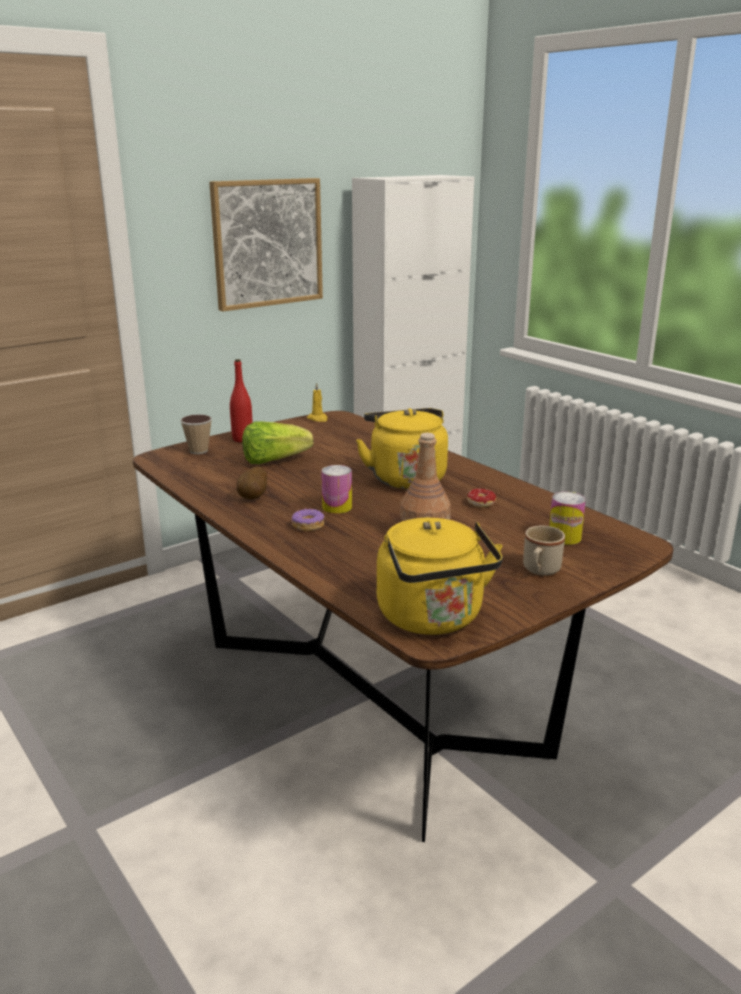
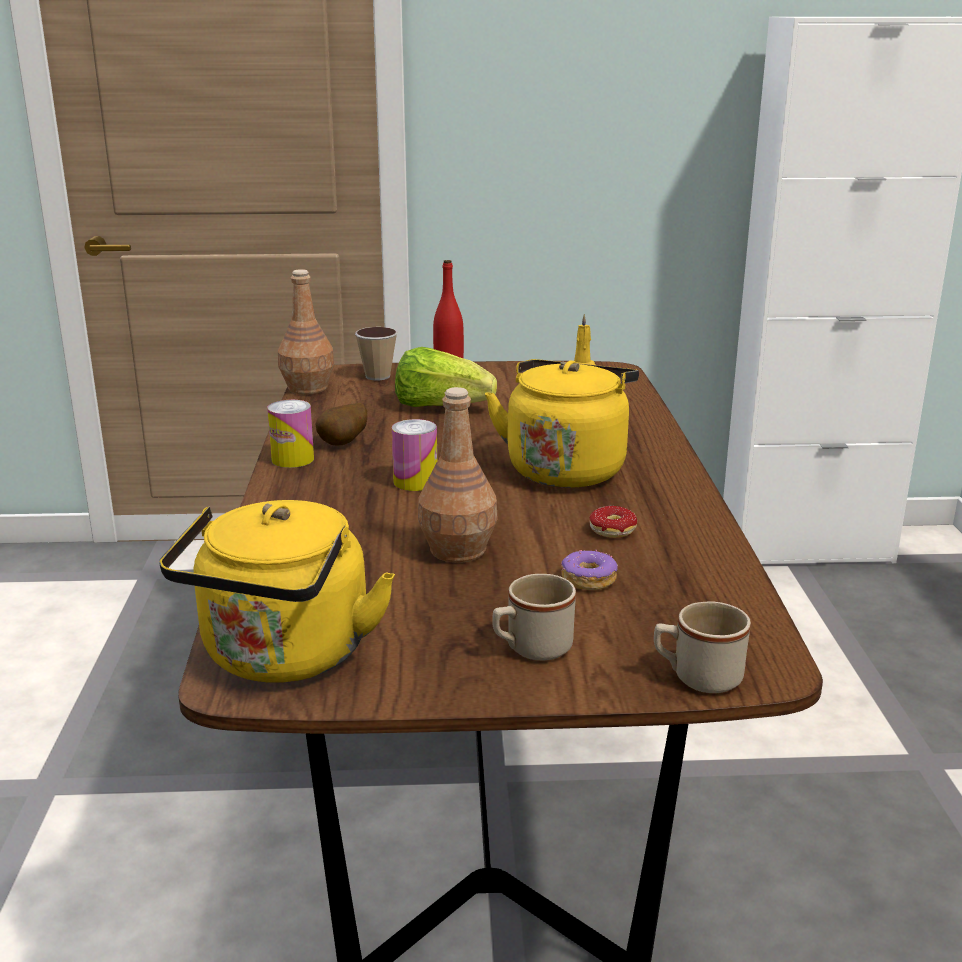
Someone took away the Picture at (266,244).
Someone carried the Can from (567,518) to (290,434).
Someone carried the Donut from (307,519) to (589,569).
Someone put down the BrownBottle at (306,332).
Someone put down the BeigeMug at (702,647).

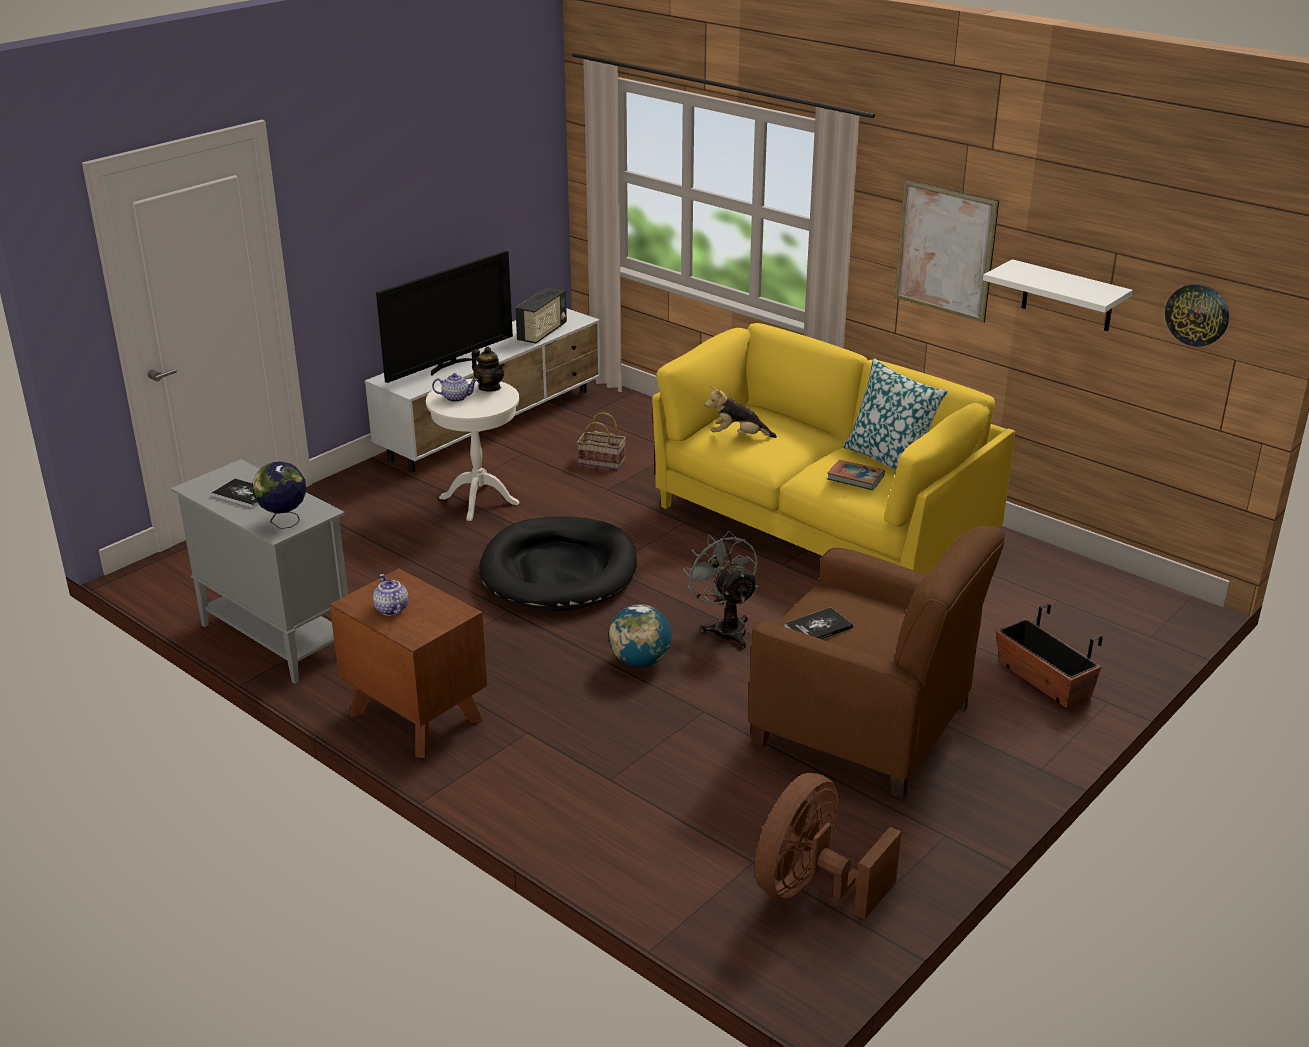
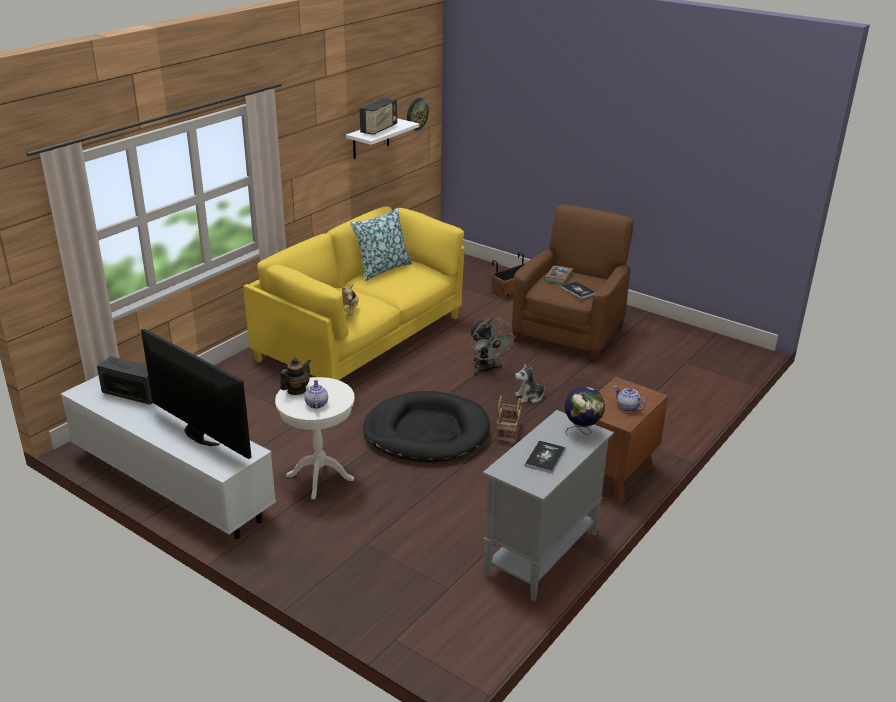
Someone took away the Picture at (947,251).
Someone carried the Basket from (601,441) to (509,419).
Someone carried the Book from (856,475) to (558,274).
Someone rotated the GreyFan at (720,590) by 90 degrees counterclockwise.
Someone rotated the Teapot at (390,595) by 75 degrees clockwise.
Someone swapped the Globe at (640,635) for the PlushToy at (532,383).
Someone took away the BrownFan at (828,846).
Someone put down the Radio at (378,116).

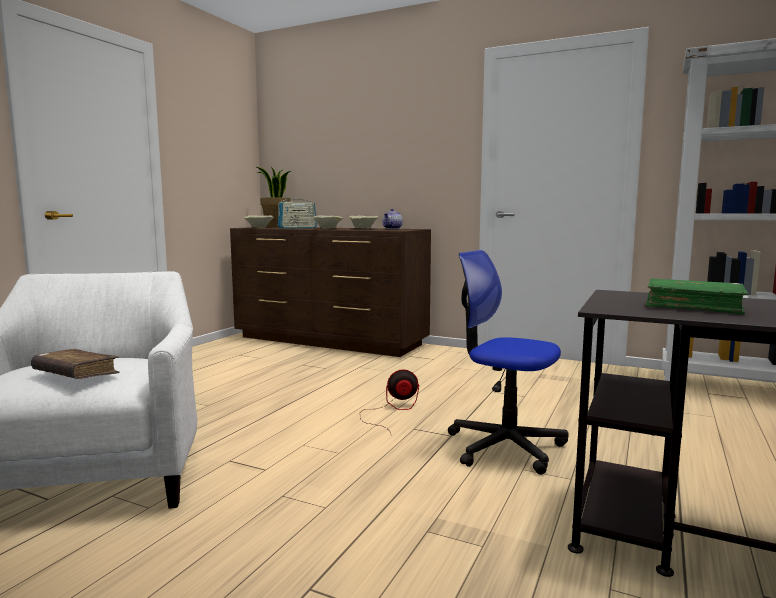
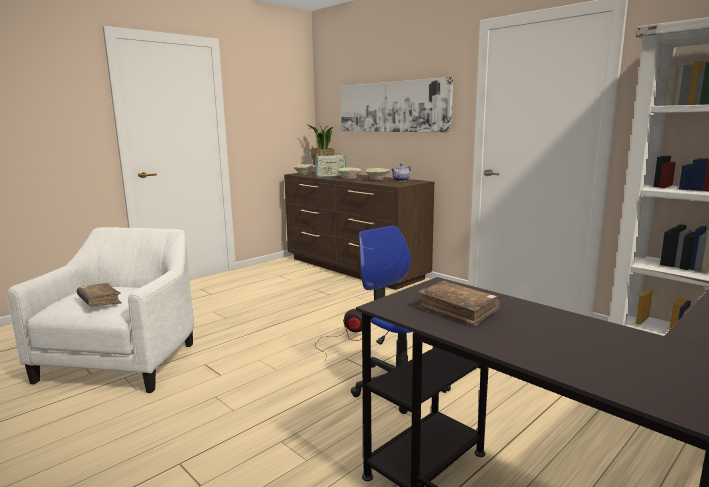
Someone repainted the GreenBook at (697,297), which became the BrownBook at (459,304).
Someone put up the Picture at (397,104).

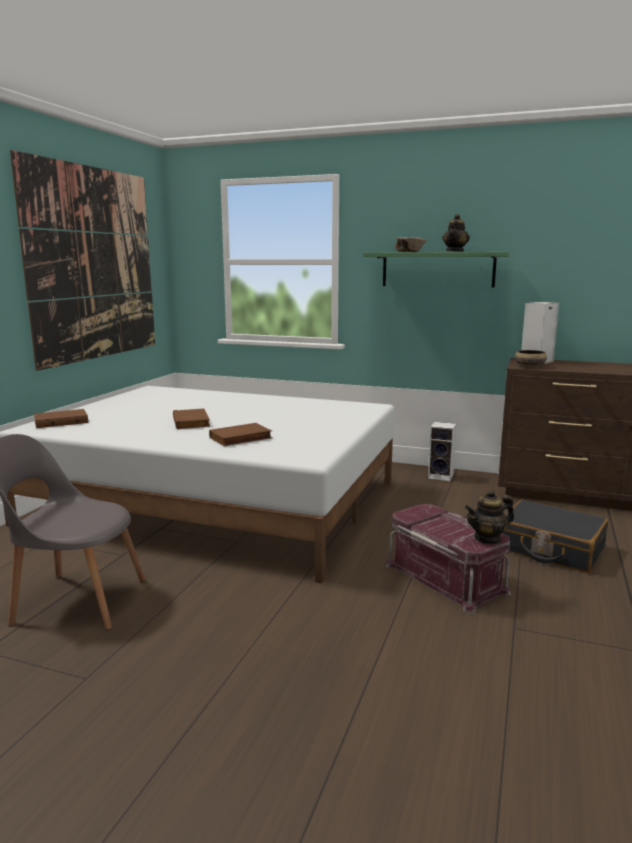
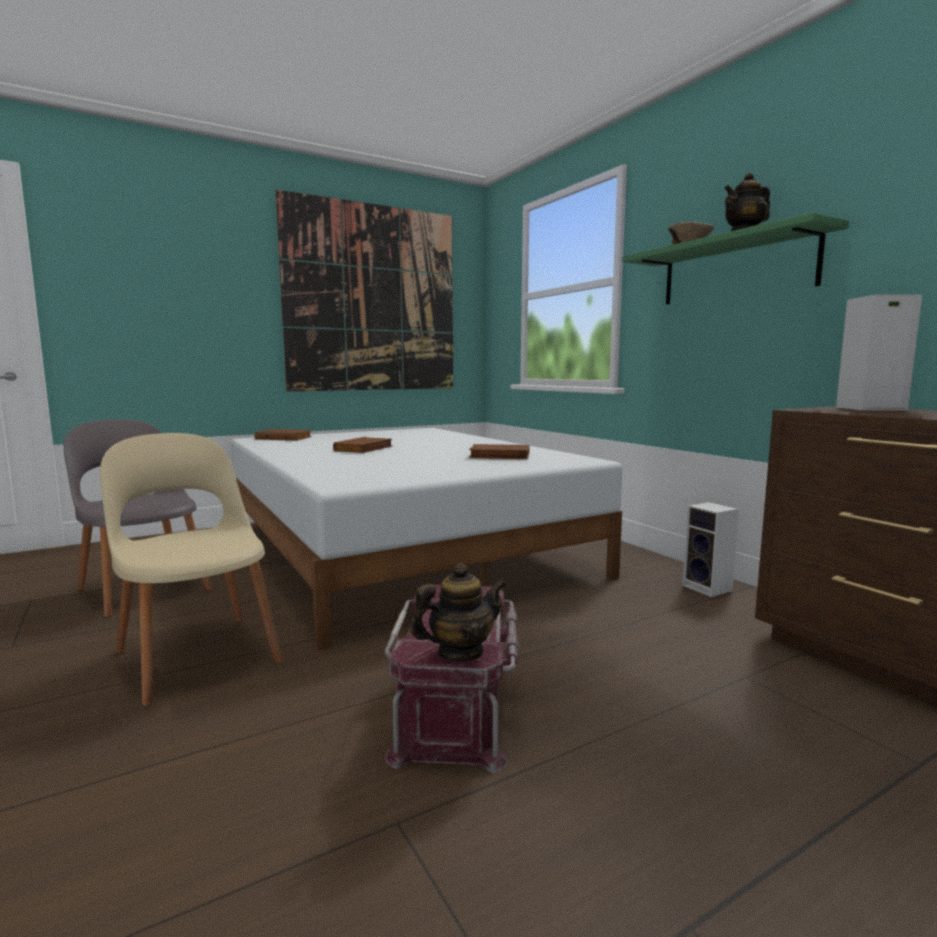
Someone took away the Bowl at (531,358).
Someone carried the BrownBook from (240,434) to (499,451).
Someone rotated the Teapot at (489,517) by 135 degrees clockwise.
Someone took away the BlackSuitcase at (555,536).
Someone put down the BeigeChair at (191,569).

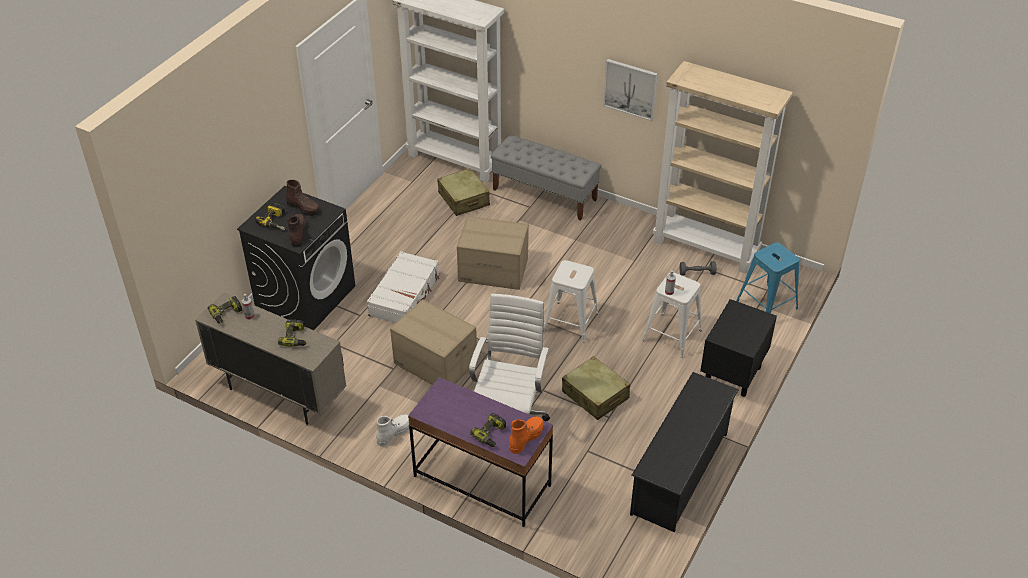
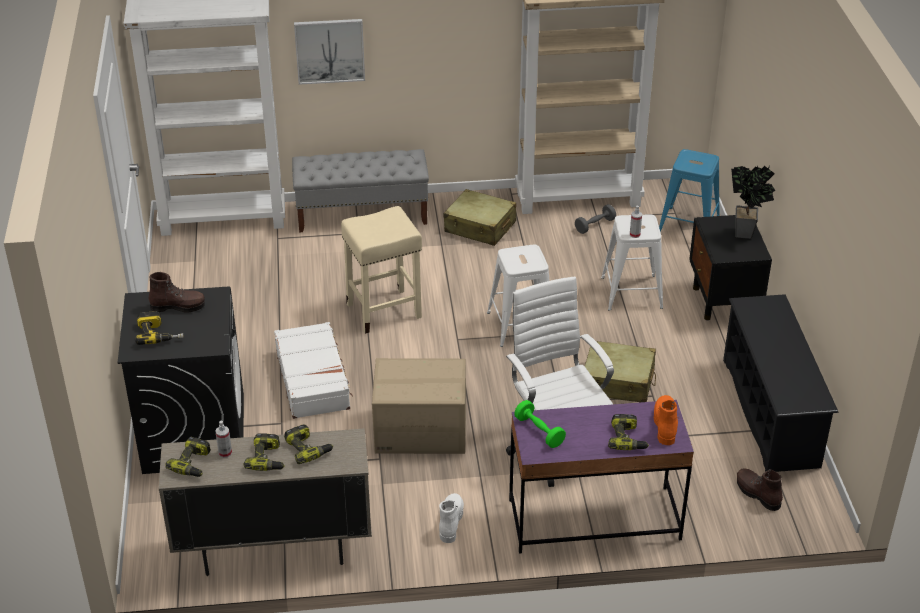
Someone carried the Picture from (630,90) to (329,52).
Someone carried the BeigeSuitcase from (463,192) to (480,217).
Someone carried the BrownBoot from (296,231) to (760,489).
Someone swapped the CardboardBox at (493,253) for the BeigeStool at (381,270).
Someone put down the PottedPlant at (753,202).
Someone put down the GreenDumbbell at (540,424).
Someone put down the PowerDrill at (264,452).

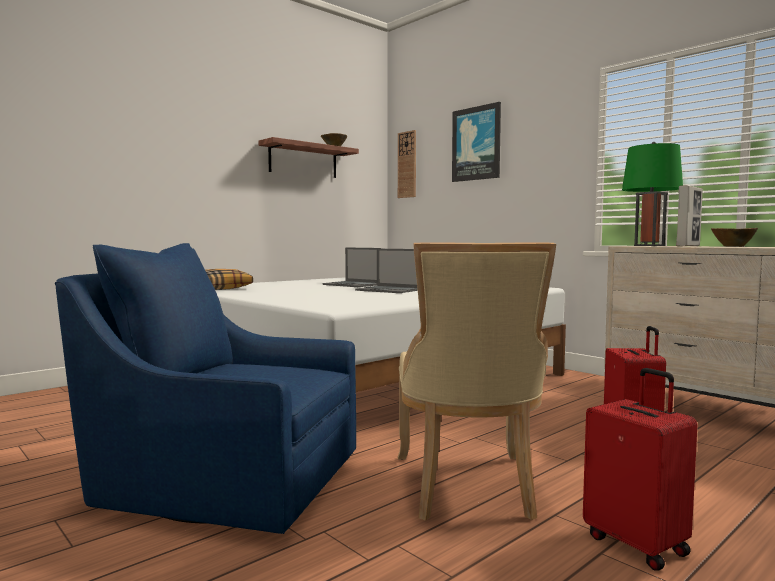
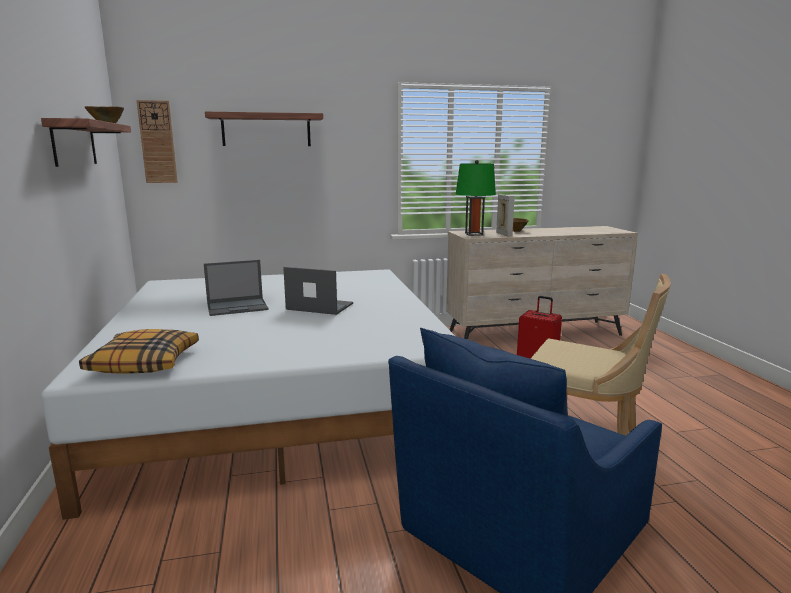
Someone swapped the Picture at (476,142) for the Shelf at (264,129).
Someone rotated the Laptop at (386,271) by 135 degrees counterclockwise.
Someone took away the RedSuitcase at (640,469).

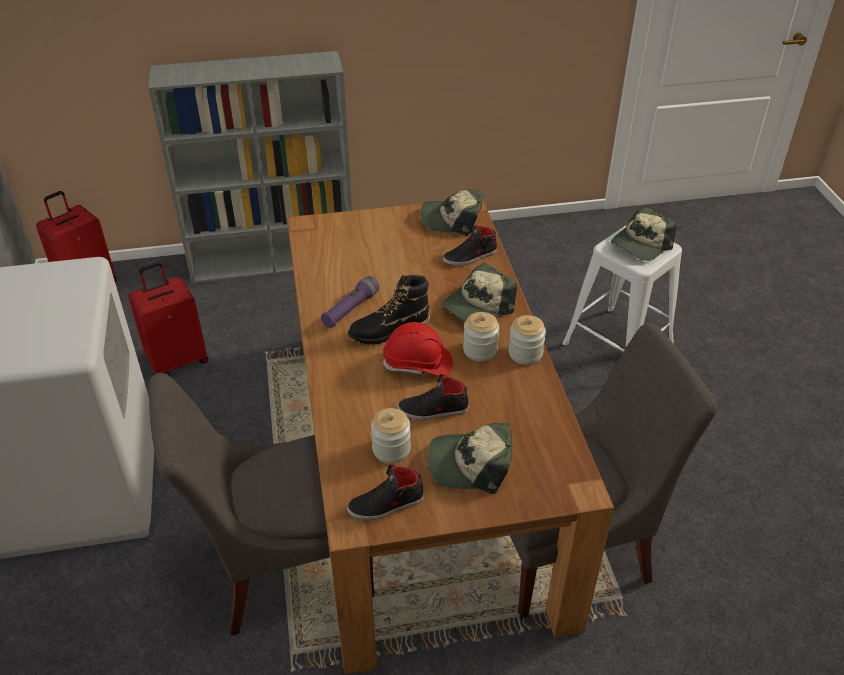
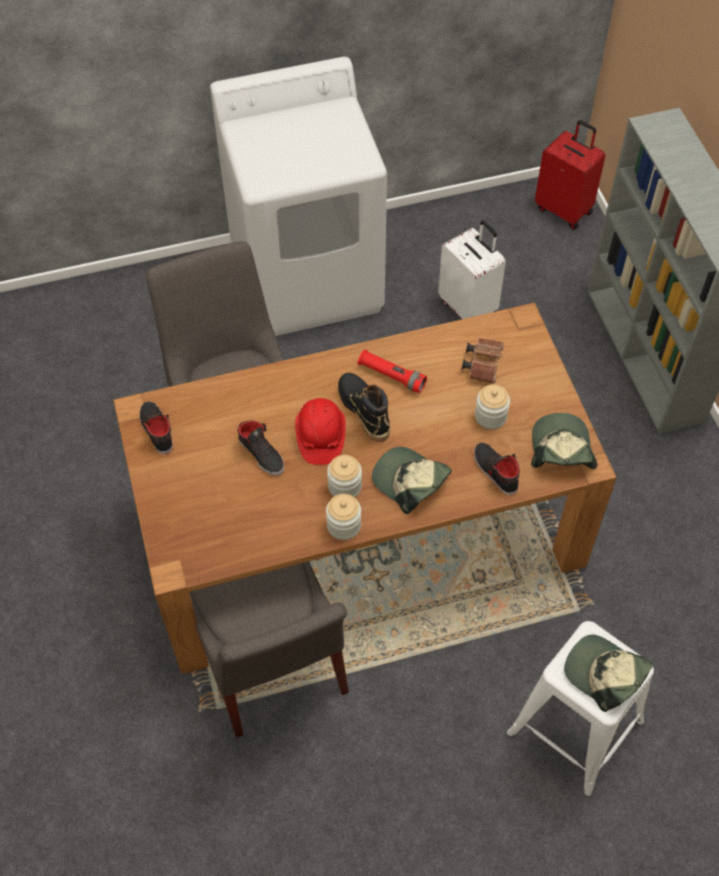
Someone repainted the RedSuitcase at (168,318), which became the WhiteSuitcase at (472,269).
Someone repainted the PurpleFlashlight at (350,302), which became the RedFlashlight at (392,371).
Someone rotated the BlackShoe at (433,397) by 150 degrees clockwise.
Someone carried the Jar from (391,435) to (492,406).
Someone took away the Cap at (470,458).
Someone put down the BrownBinoculars at (483,360).

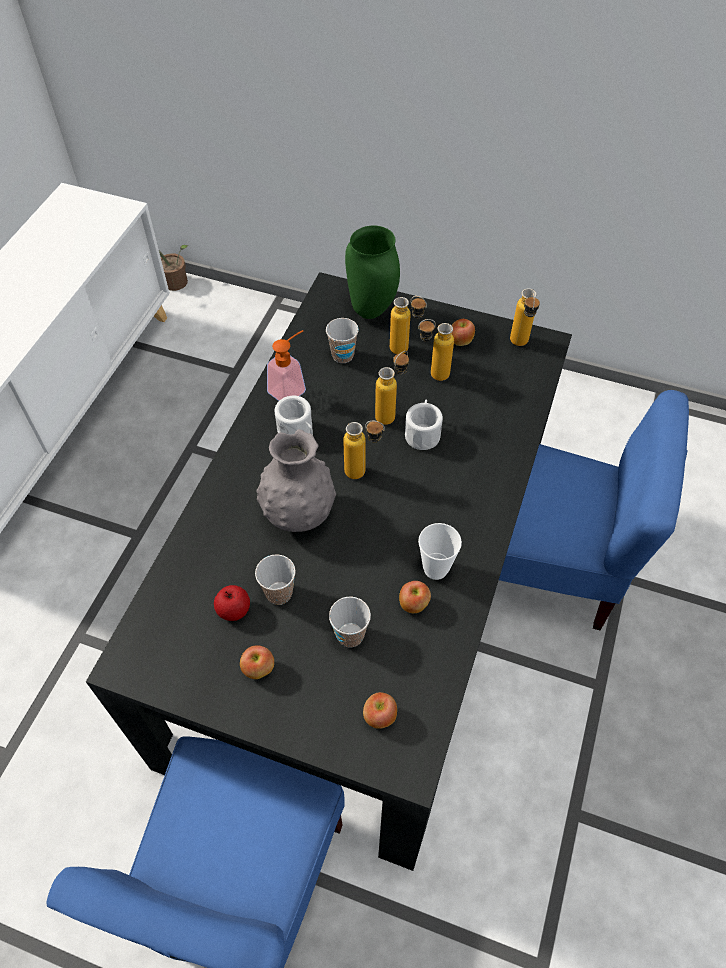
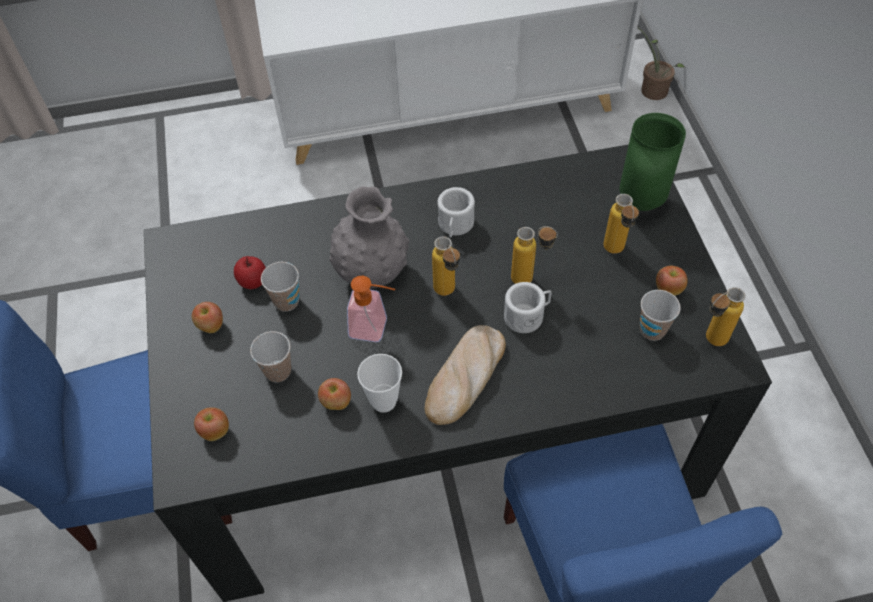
Someone carried the Cup from (342,340) to (660,315).
Someone took away the Bottle at (436,350).
Someone carried the SoapDispenser from (286,365) to (371,309).
Someone put down the Bread at (465,375).

